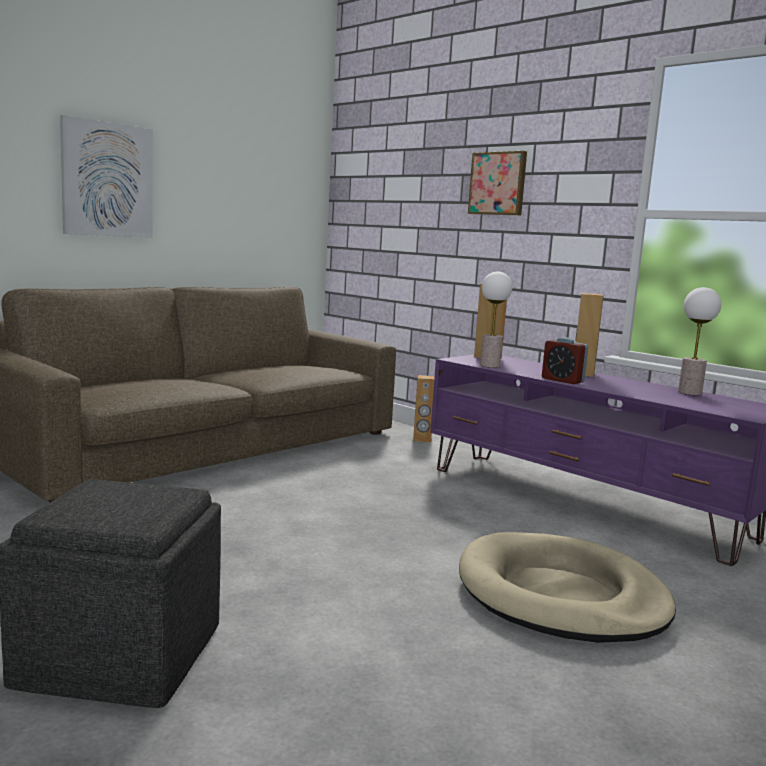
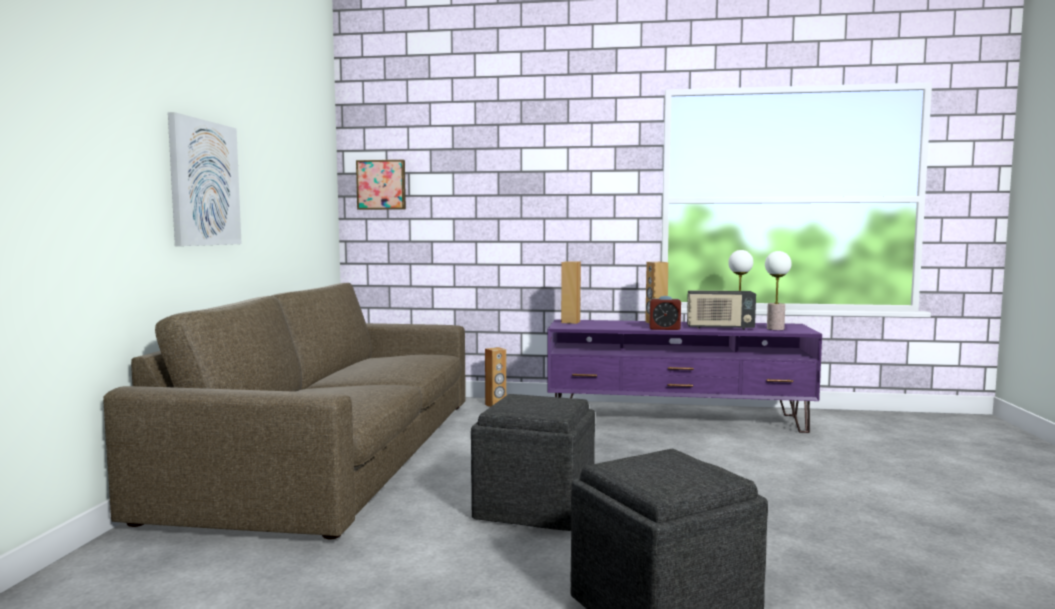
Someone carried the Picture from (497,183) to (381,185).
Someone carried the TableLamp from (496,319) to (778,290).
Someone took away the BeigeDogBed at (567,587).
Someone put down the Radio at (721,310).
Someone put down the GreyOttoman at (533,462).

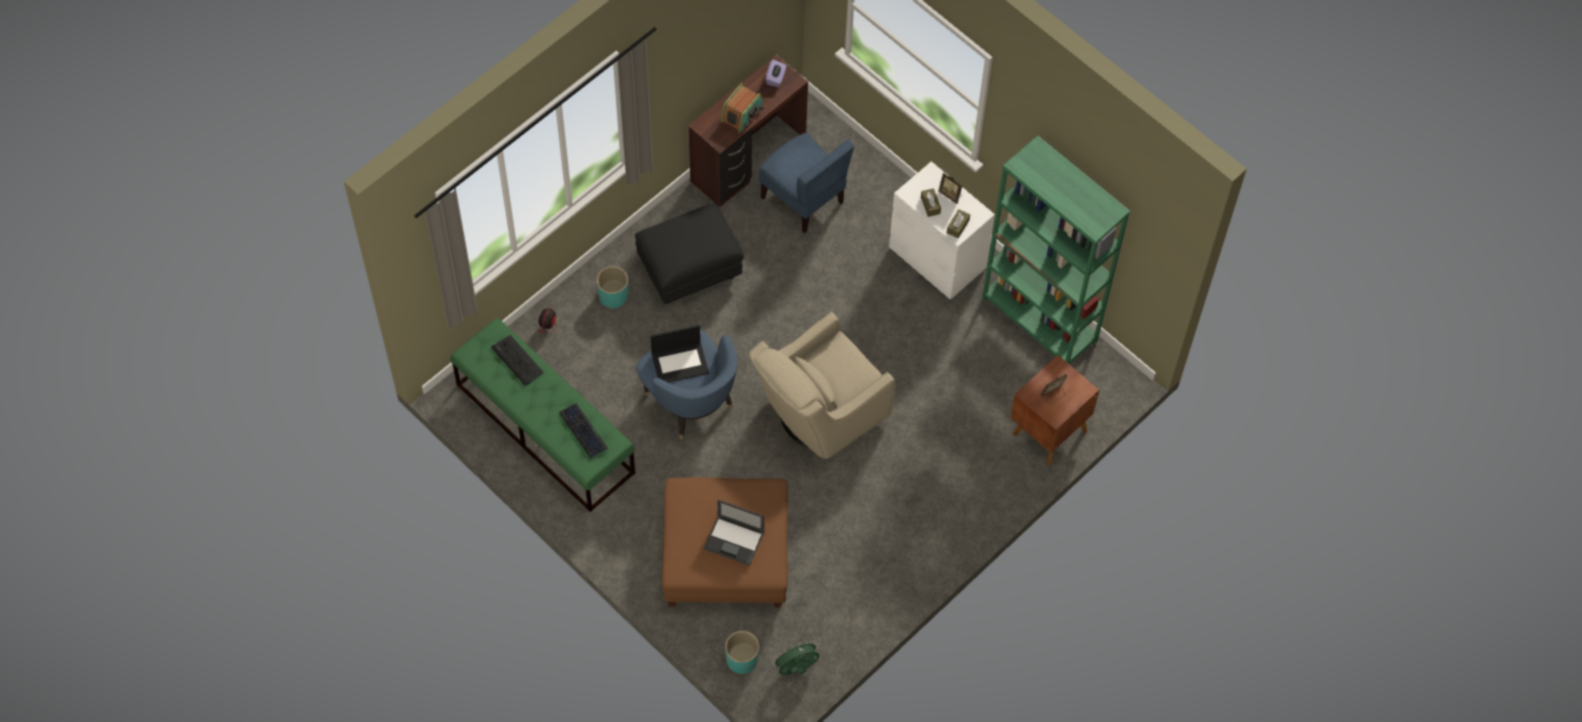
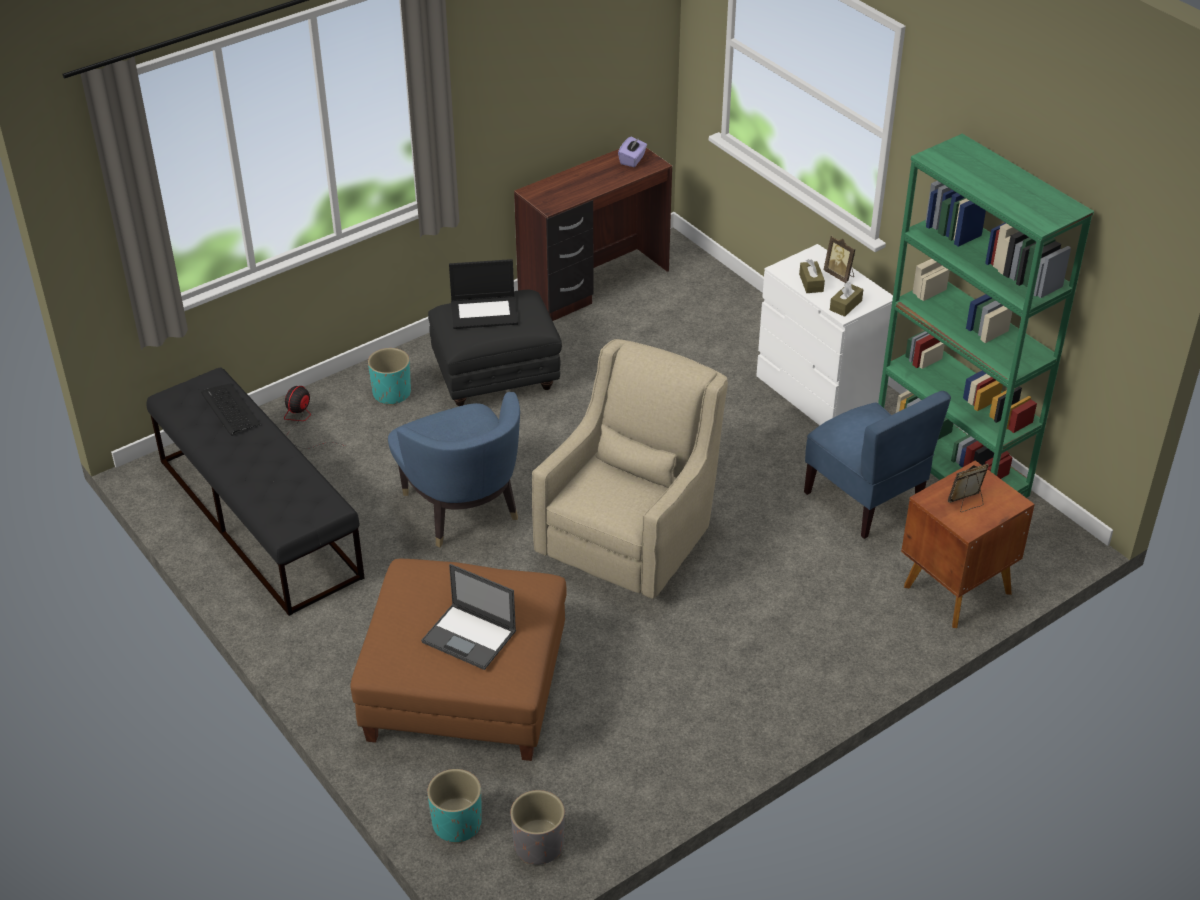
Someone took away the Radio at (742,108).
Someone carried the BlueChair from (806,183) to (877,465).
Someone rotated the BeigeArmchair at (822,385) by 150 degrees clockwise.
Someone repainted the GreenBench at (542,415), which became the BlackBench at (255,491).
Someone carried the Laptop from (680,354) to (483,294).
Someone took away the Keyboard at (584,431).
Someone swapped the GreenFan at (796,657) for the GreyPlanter at (537,827).

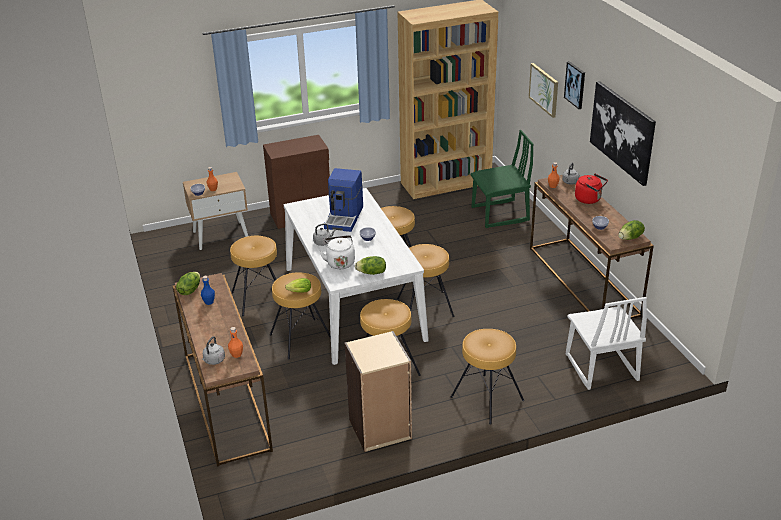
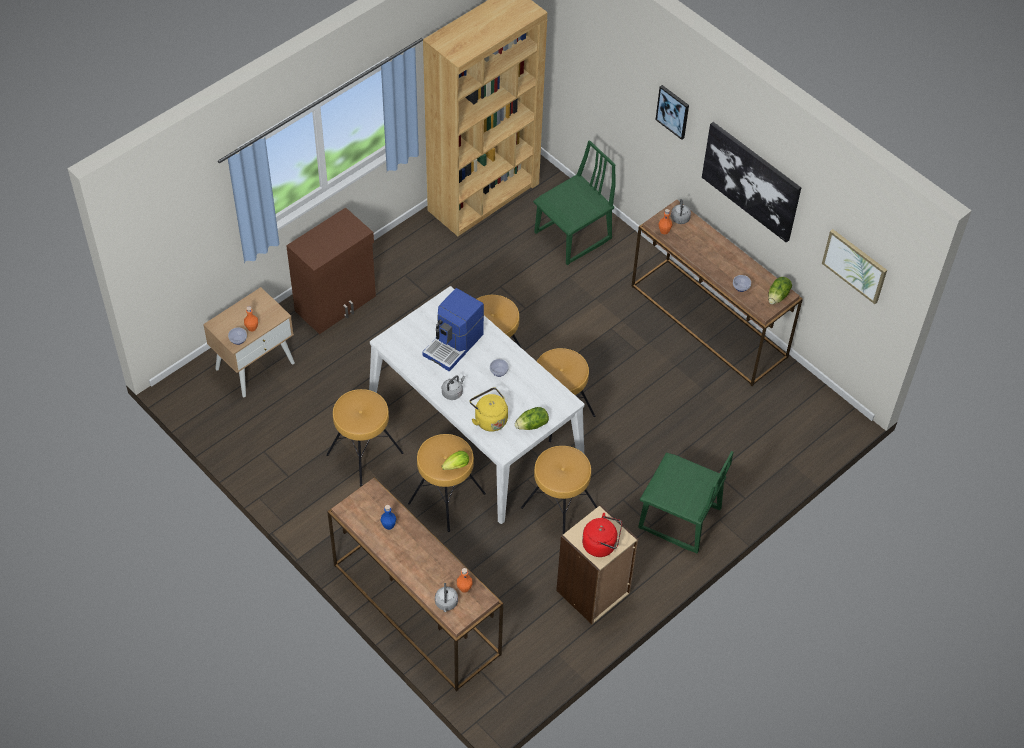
Someone carried the Picture from (543,90) to (854,266).
Someone rotated the CoffeeMachine at (343,200) by 45 degrees clockwise.
Someone carried the RedKettle from (591,189) to (602,535).
Someone repainted the WhiteKettle at (337,252), which became the YellowKettle at (489,409).
Someone took away the Lettuce at (188,283).
Someone took away the WhiteChair at (606,343).
Someone swapped the BrownStool at (487,377) for the GreenChair at (686,502).

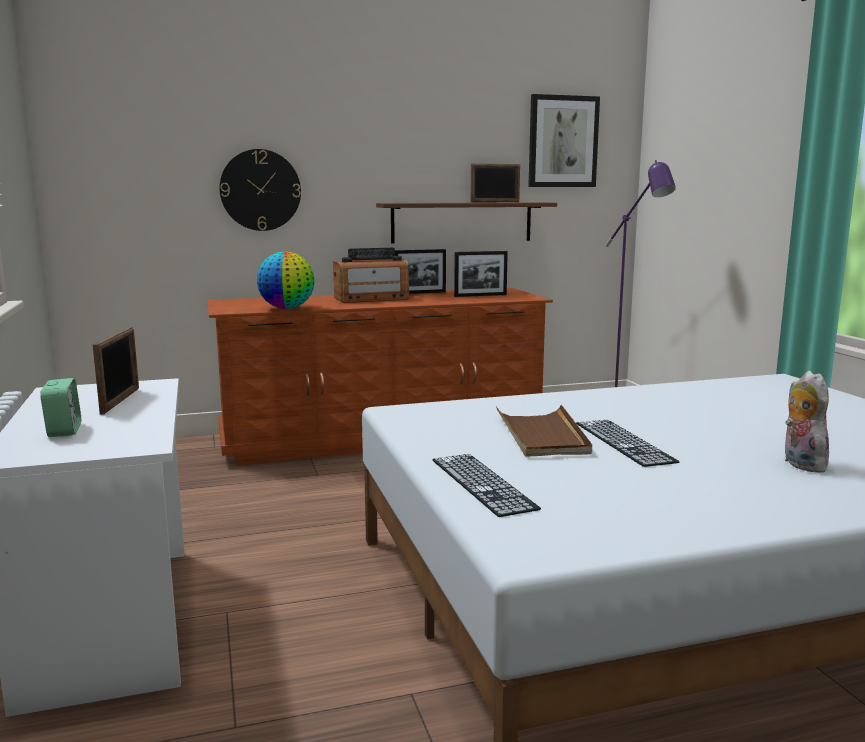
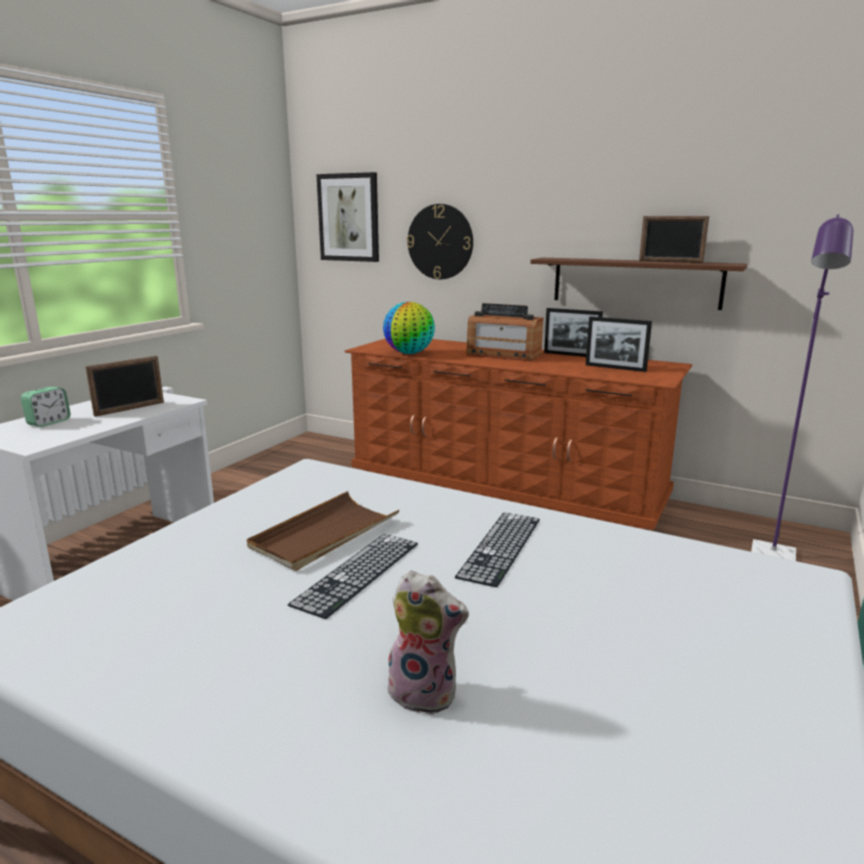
Someone carried the Picture from (564,140) to (347,217).
Someone rotated the PlushToy at (807,422) by 75 degrees clockwise.
Someone carried the Keyboard from (486,485) to (497,549).

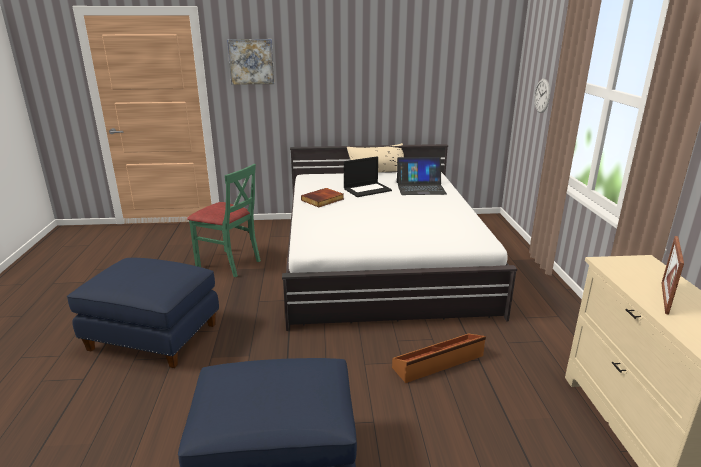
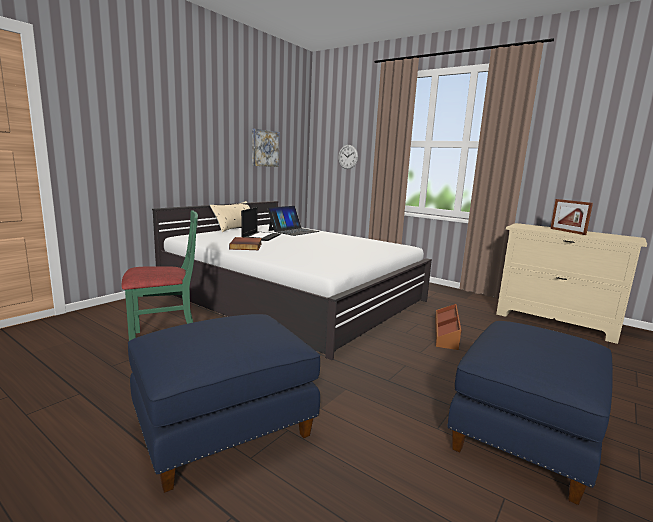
Someone carried the Picture from (250,62) to (266,148).

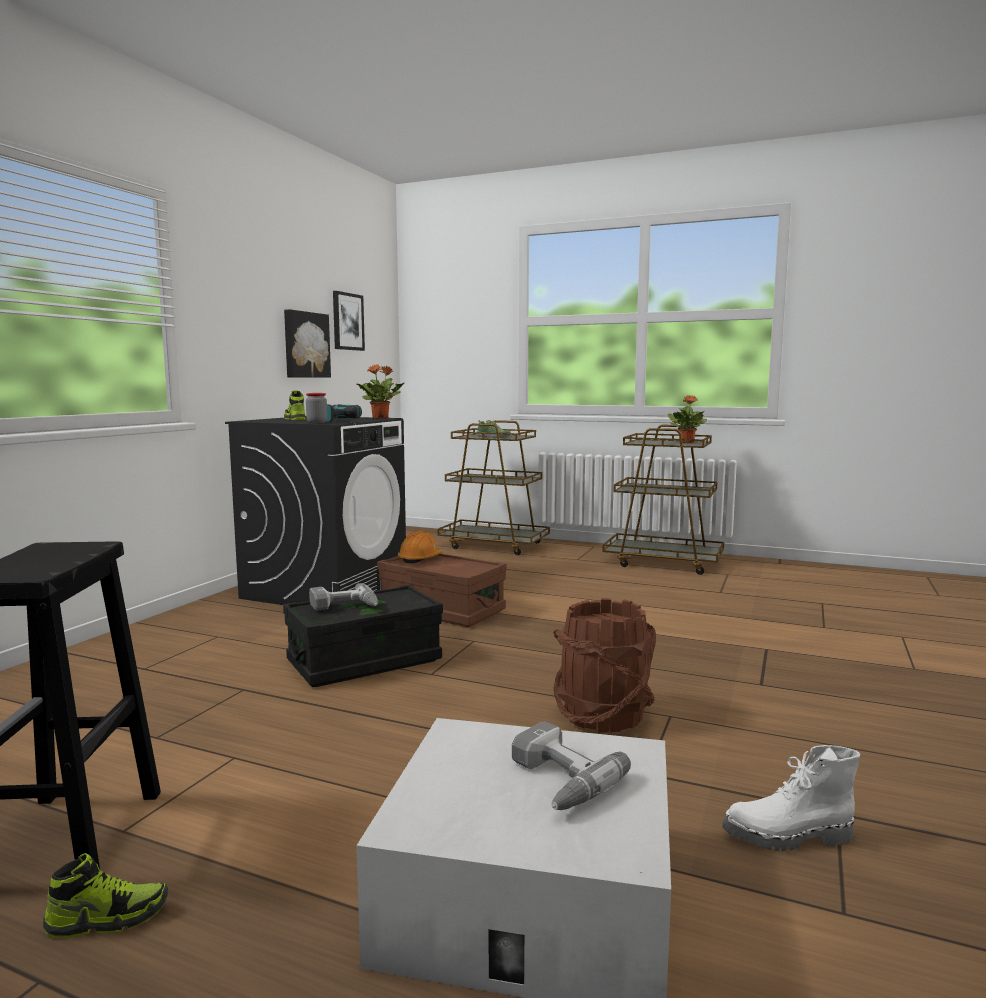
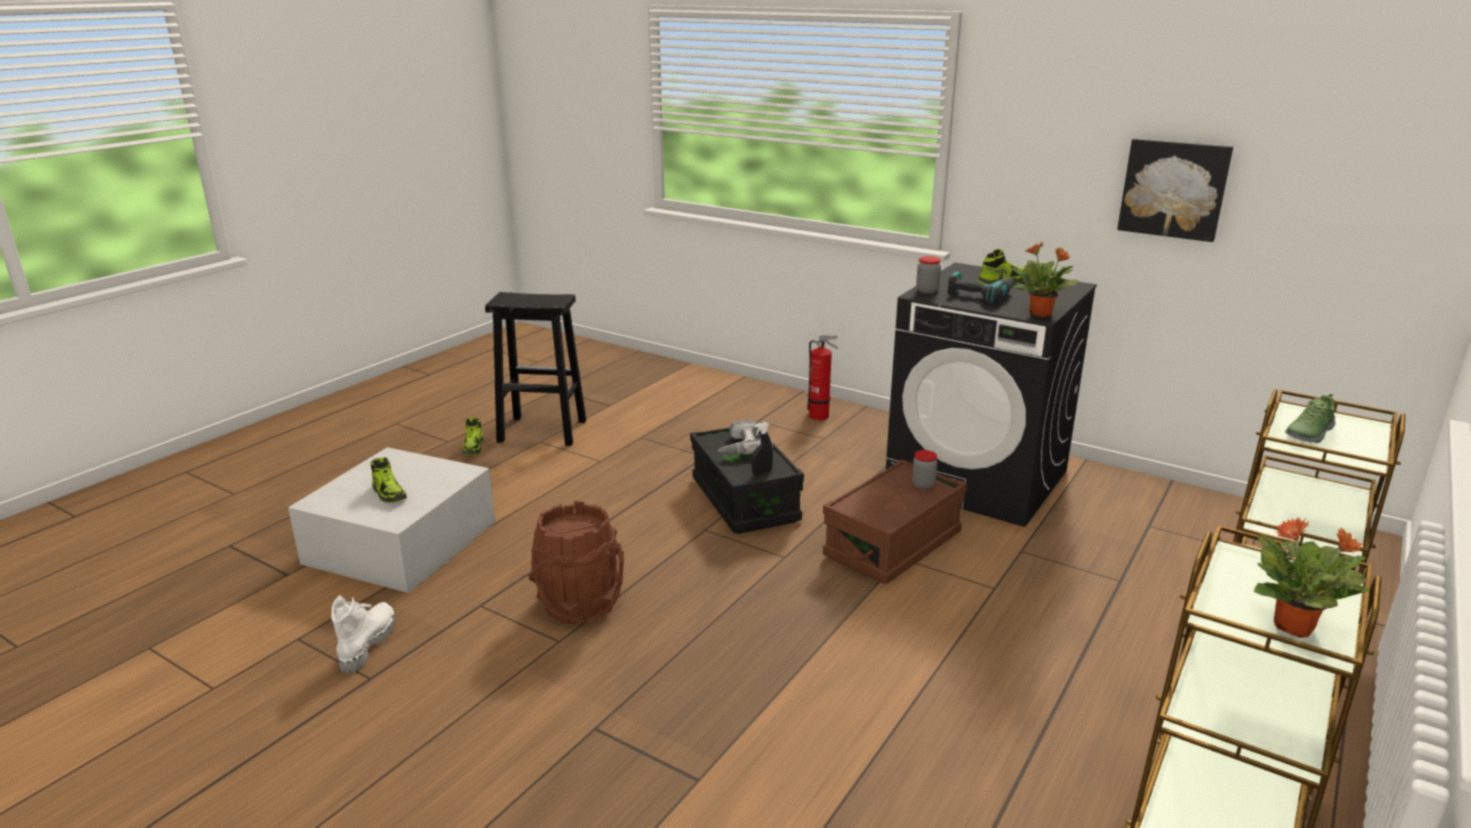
Someone took away the Picture at (349,321).
Someone swapped the OrangeHardHat at (420,547) for the Jar at (925,469).
Someone swapped the PowerDrill at (571,765) for the Shoe at (388,479).
Someone put down the FireExtinguisher at (822,377).
Someone put down the BlackSprayBottle at (762,449).

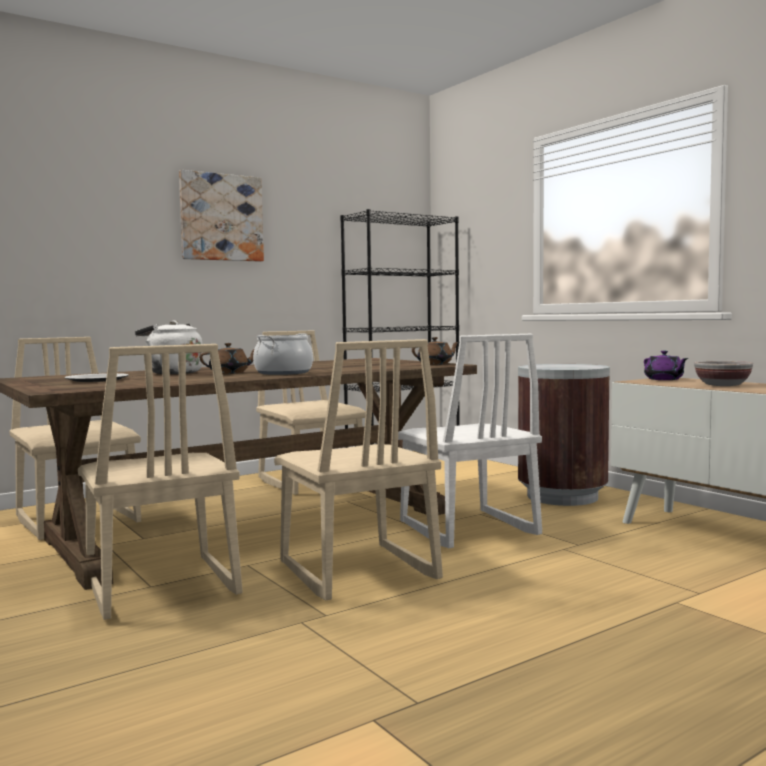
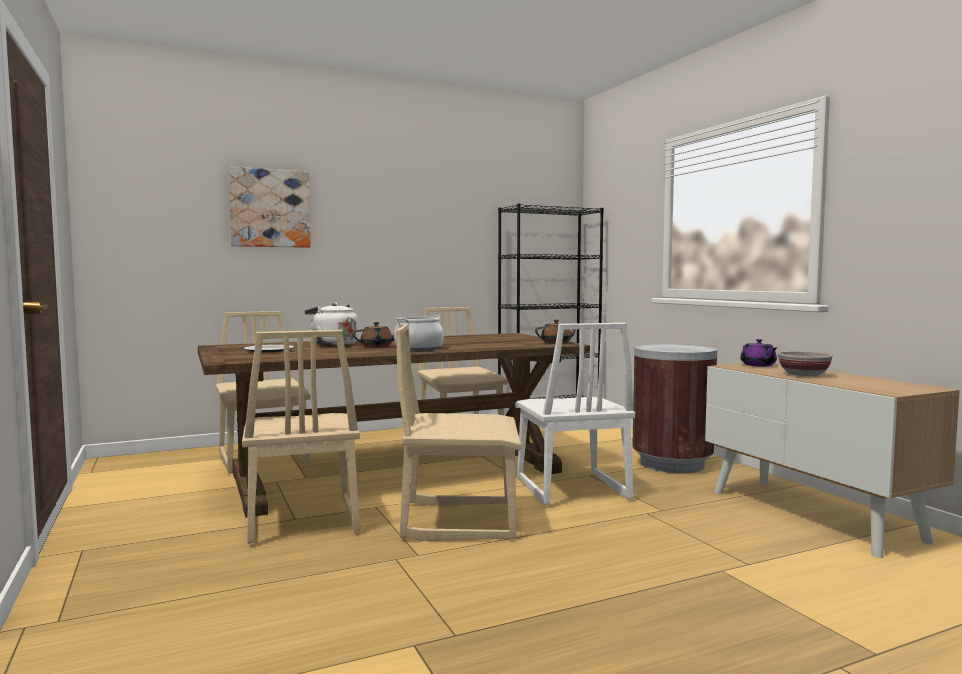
Someone carried the Picture from (221,216) to (269,207).
Someone rotated the BeigeChair at (358,469) by 105 degrees clockwise.

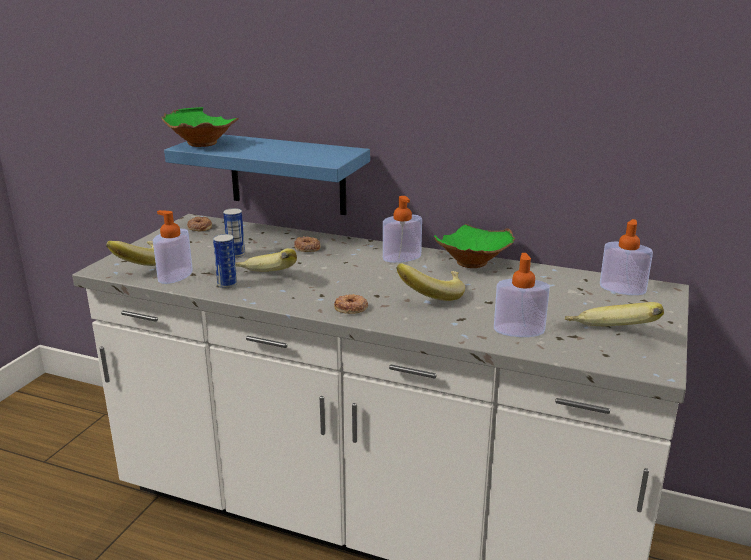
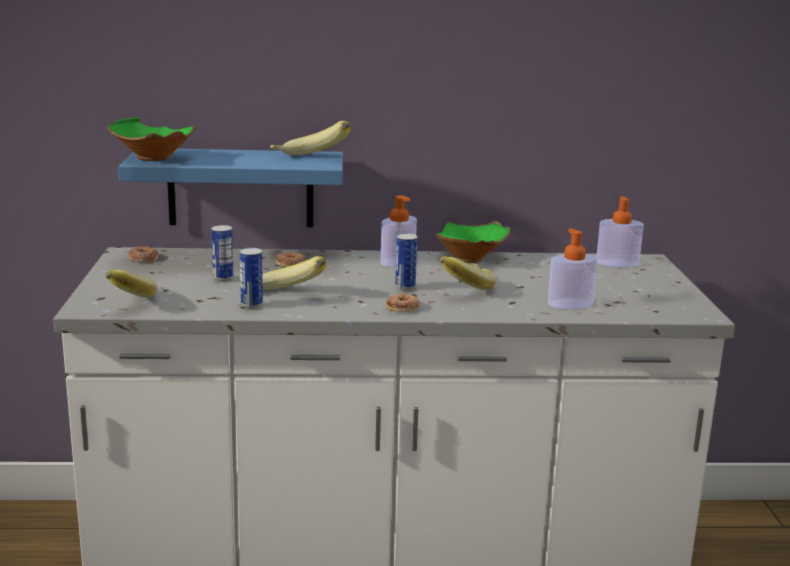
Someone took away the SoapDispenser at (173,247).
Someone carried the Banana from (614,314) to (310,138).
Someone put down the Can at (406,261).

